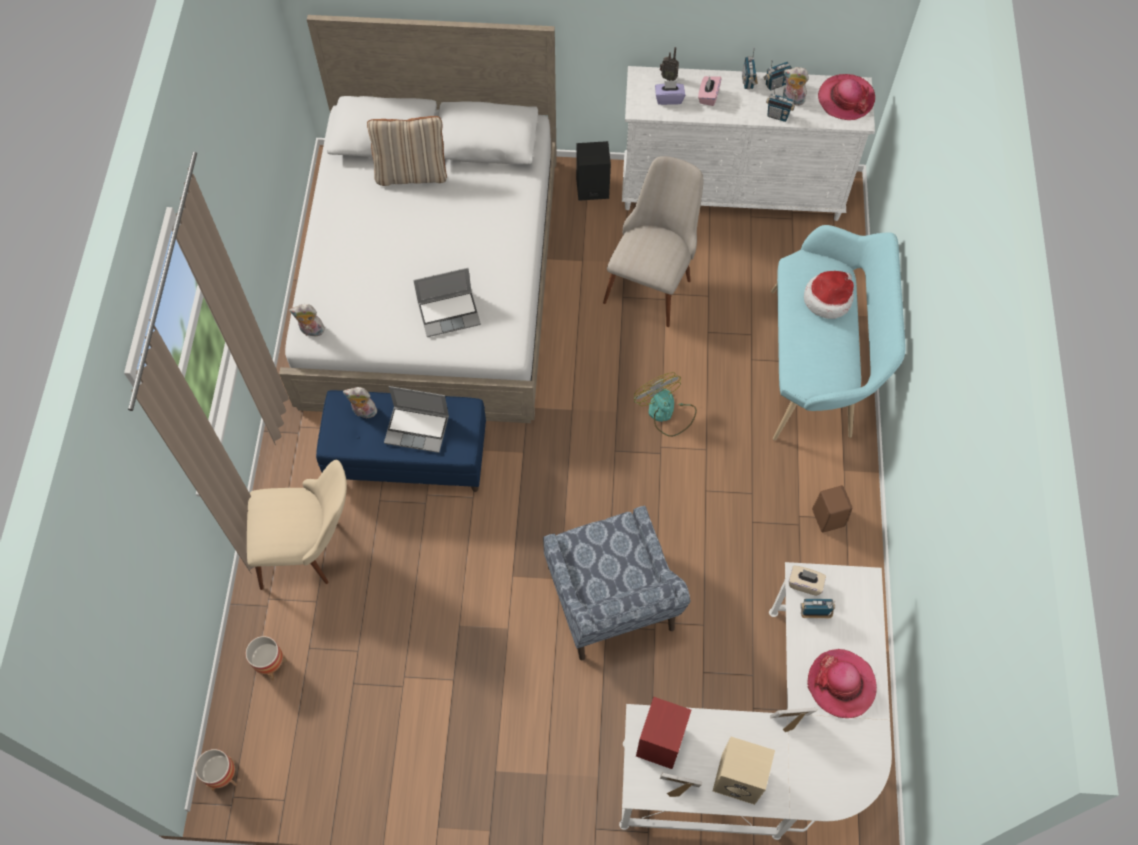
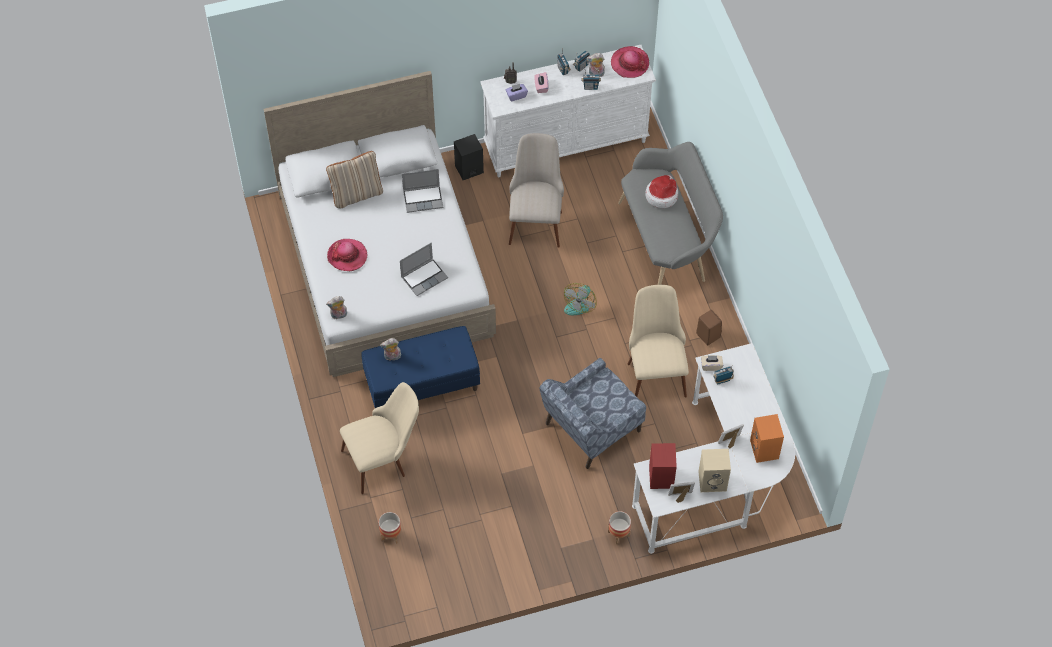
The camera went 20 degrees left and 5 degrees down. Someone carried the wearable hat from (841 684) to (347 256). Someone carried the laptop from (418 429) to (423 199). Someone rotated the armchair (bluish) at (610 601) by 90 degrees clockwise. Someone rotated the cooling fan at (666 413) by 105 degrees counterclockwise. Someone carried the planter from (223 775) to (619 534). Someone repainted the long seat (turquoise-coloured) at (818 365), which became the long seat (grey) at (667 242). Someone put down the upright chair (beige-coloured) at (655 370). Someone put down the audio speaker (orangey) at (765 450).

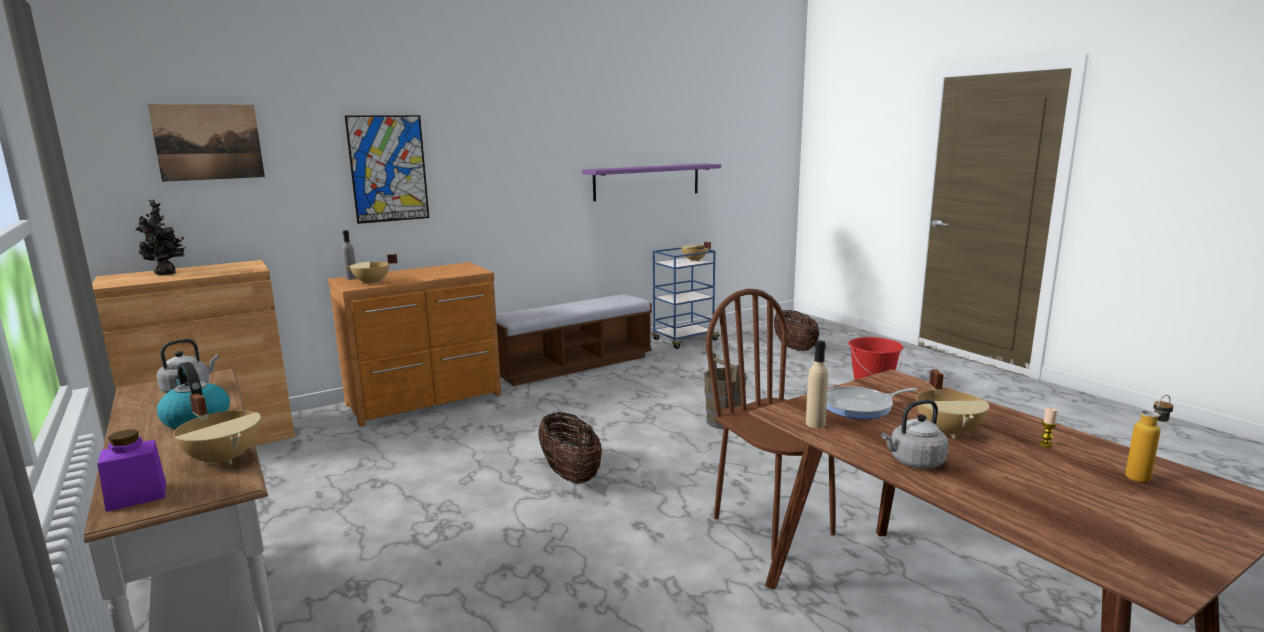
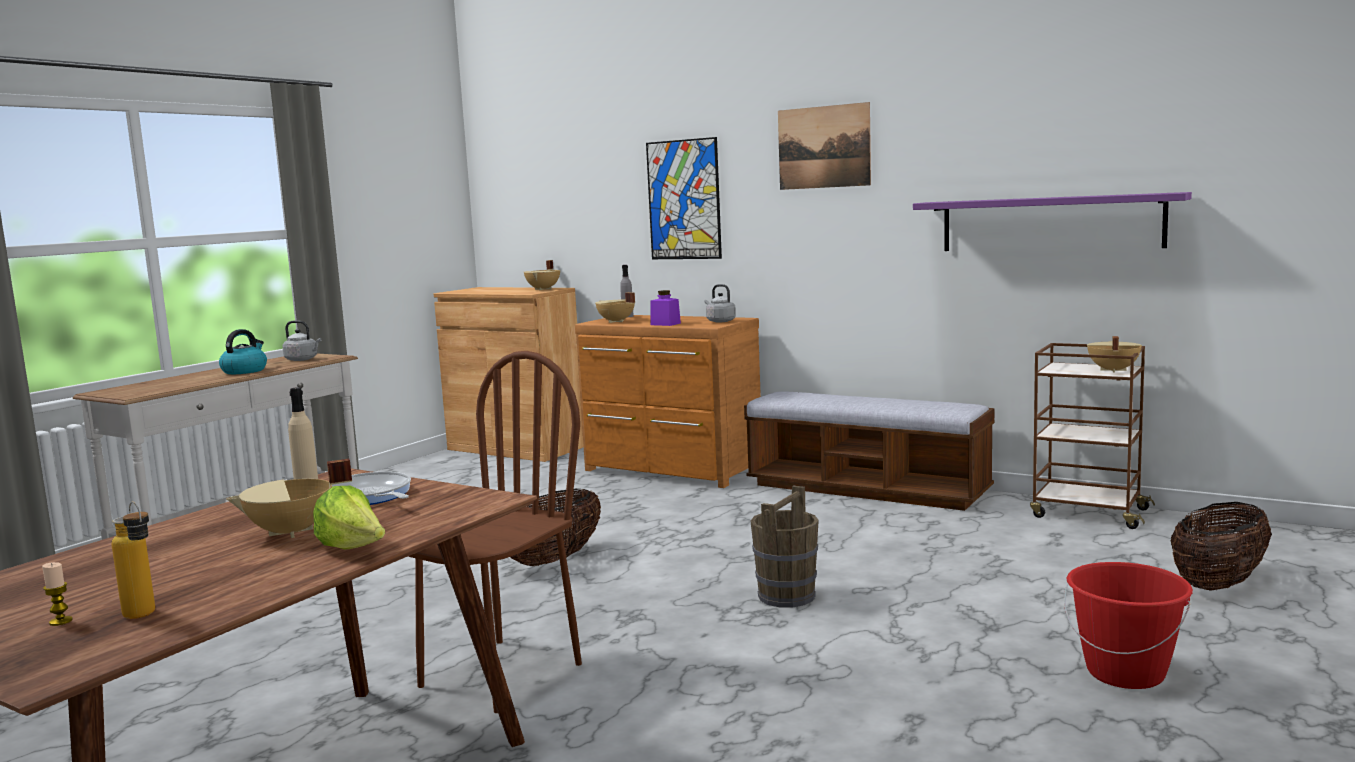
The camera went 65 degrees right and 5 degrees down. Someone carried the wax light from (1046 444) to (61 621). Someone put down the head of lettuce at (354 550). Someone carried the saucepot (beige-coloured) from (225 458) to (544 289). Someone carried the preserve jar (purplish) from (137 496) to (665 324). Someone carried the tea kettle (grey) from (914 462) to (719 321). Someone carried the wall picture from (208 142) to (823 147). Someone repainted the wheeled cart (bluish) at (684 340), which became the wheeled cart (brown) at (1087 513). Someone took away the plant in a pot at (166 273).

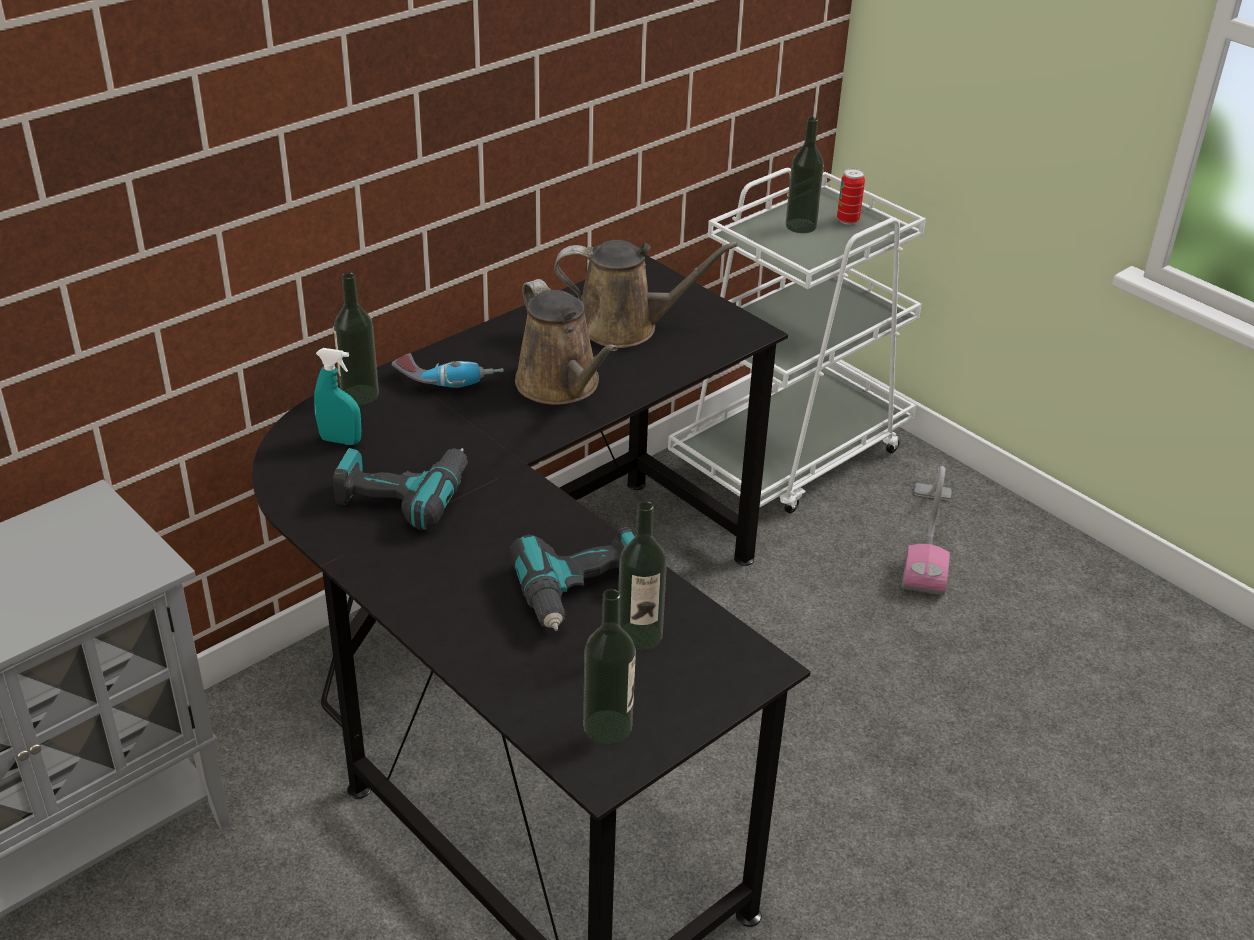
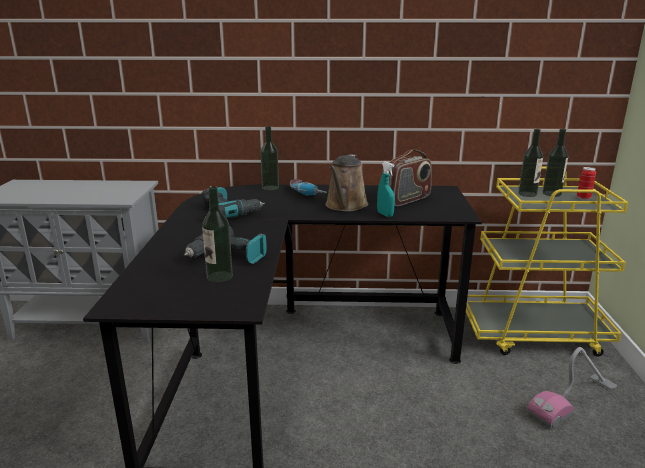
The camera went 45 degrees right and 15 degrees down. Someone carried the sprayer (turquoise-coloured) from (340 440) to (385 214). Someone swapped the watering can (brown) at (625 327) for the radio set at (406 199). Someone repainted the wheeled cart (whitish) at (791 454), which became the wheeled cart (yellowish) at (534 333). Someone carried the drink bottle from (607 727) to (527 194).

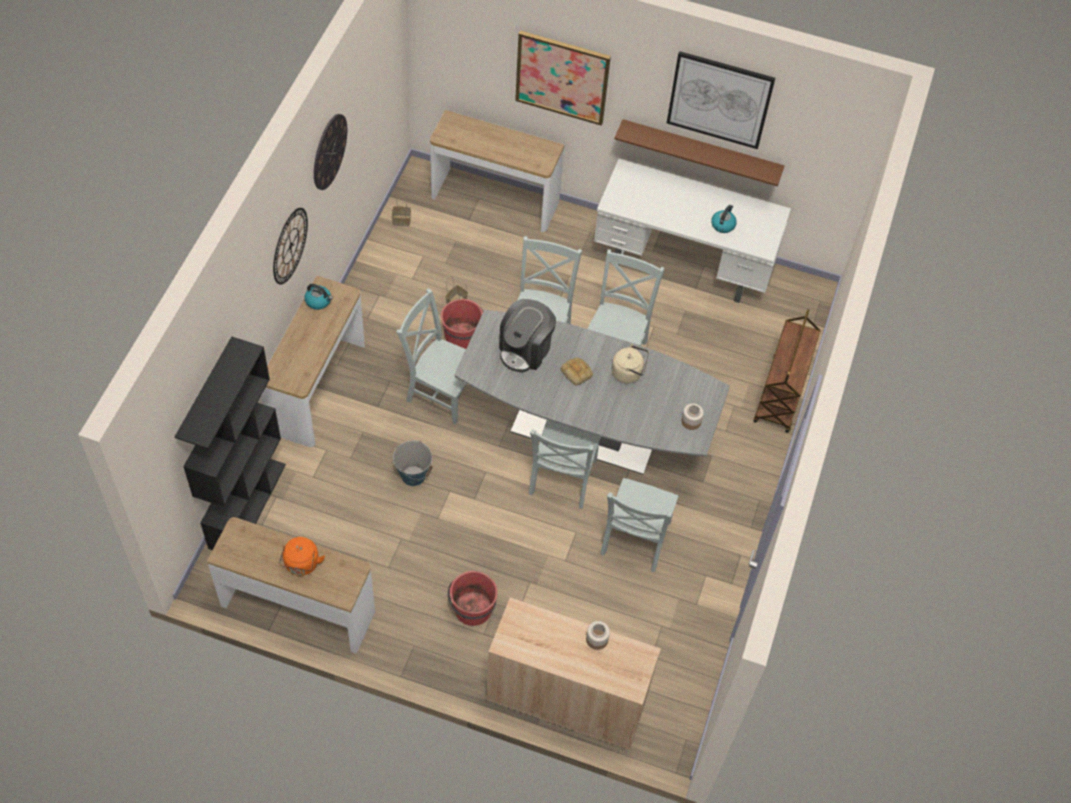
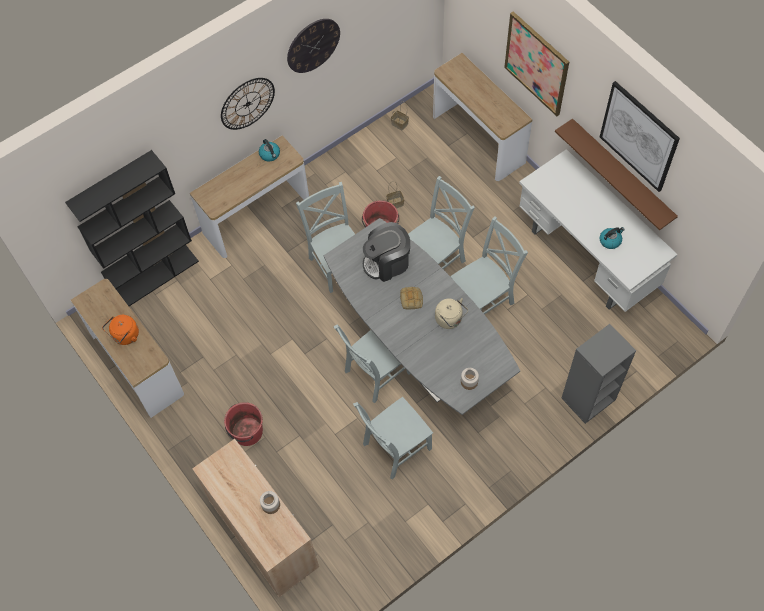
The camera went 40 degrees right and 5 degrees up. Someone swapped the wheeled cart (brown) at (781 396) for the bookshelf (grey) at (588 399). Someone took away the pail at (413 475).

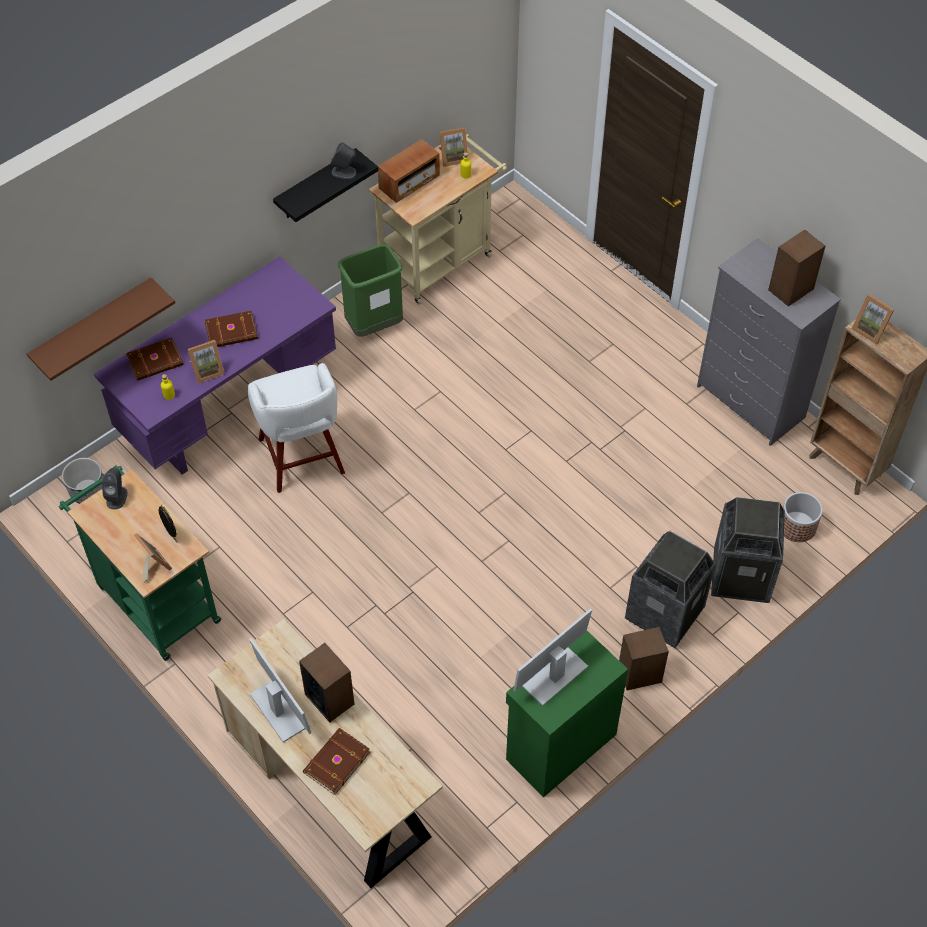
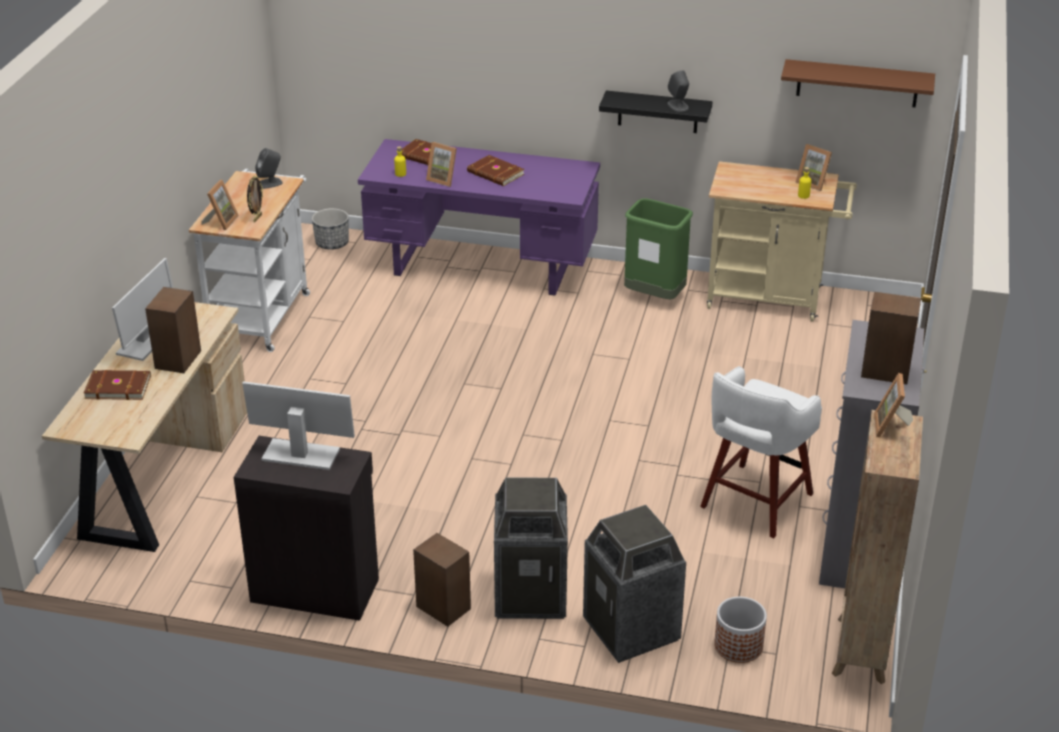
The camera went 55 degrees right and 20 degrees down. Someone repainted the wheeled cart (green) at (154 599), which became the wheeled cart (whitish) at (262 314). Someone repainted the cupboard (green) at (559 746), which became the cupboard (black) at (314 589). Someone carried the stool (whitish) from (302 458) to (754 502). Someone carried the shelf (brown) from (93 327) to (857 83). Someone took away the radio set at (409 183).

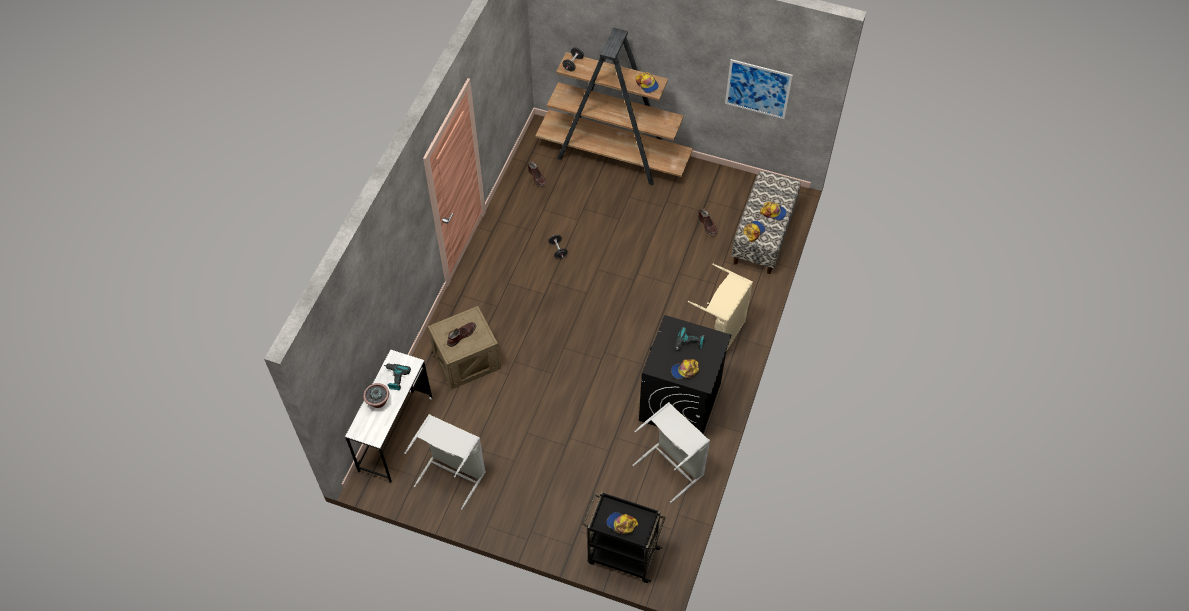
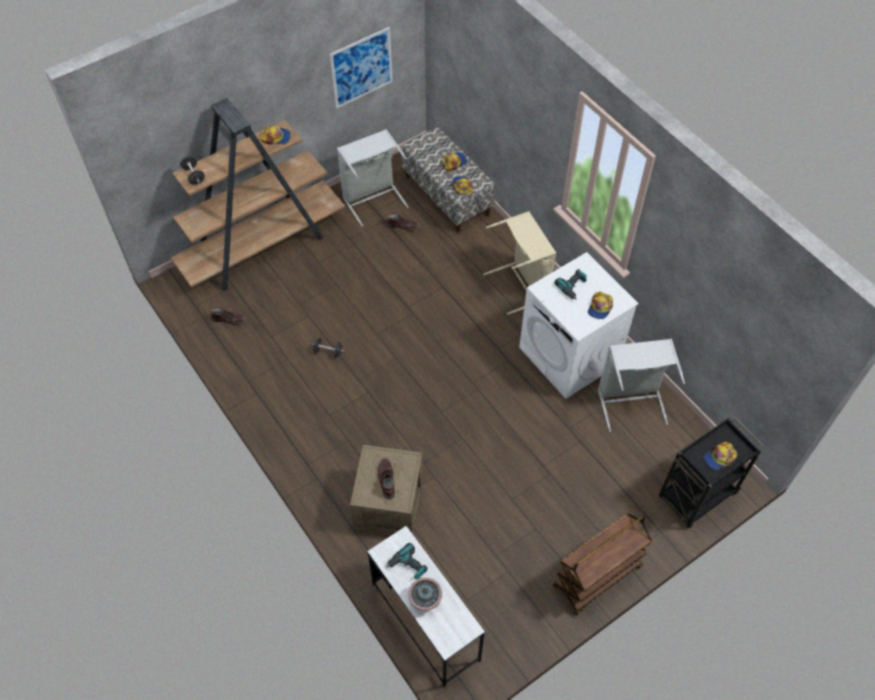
The camera went 55 degrees left and 0 degrees up. Someone carried the washing basket (grey) from (453 473) to (372 198). Someone repainted the laundry machine (black) at (680 402), which became the laundry machine (whitish) at (569 356). Someone put down the wheeled cart (brown) at (597 577).

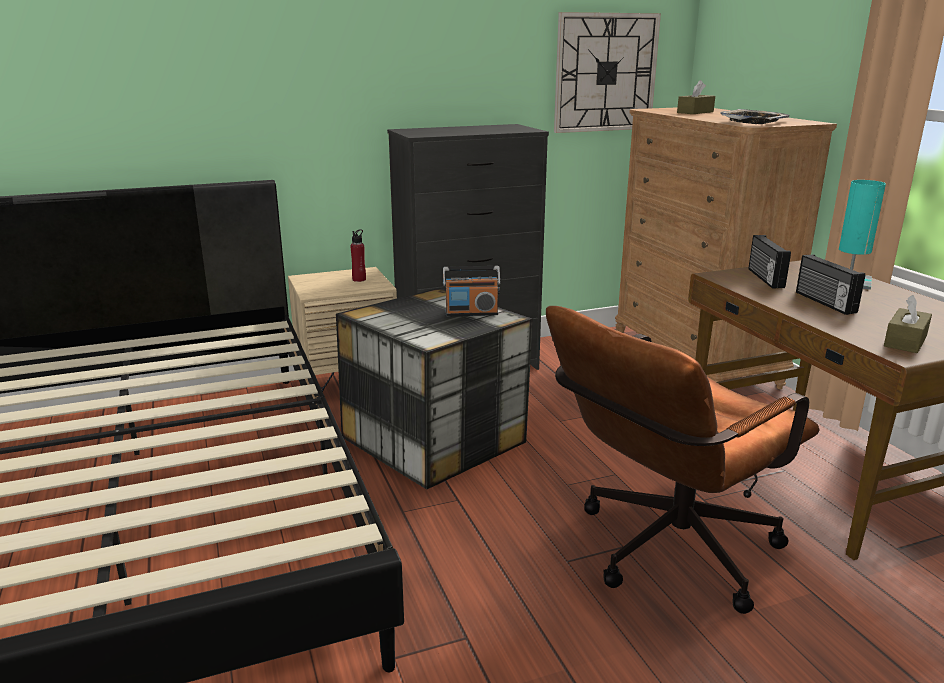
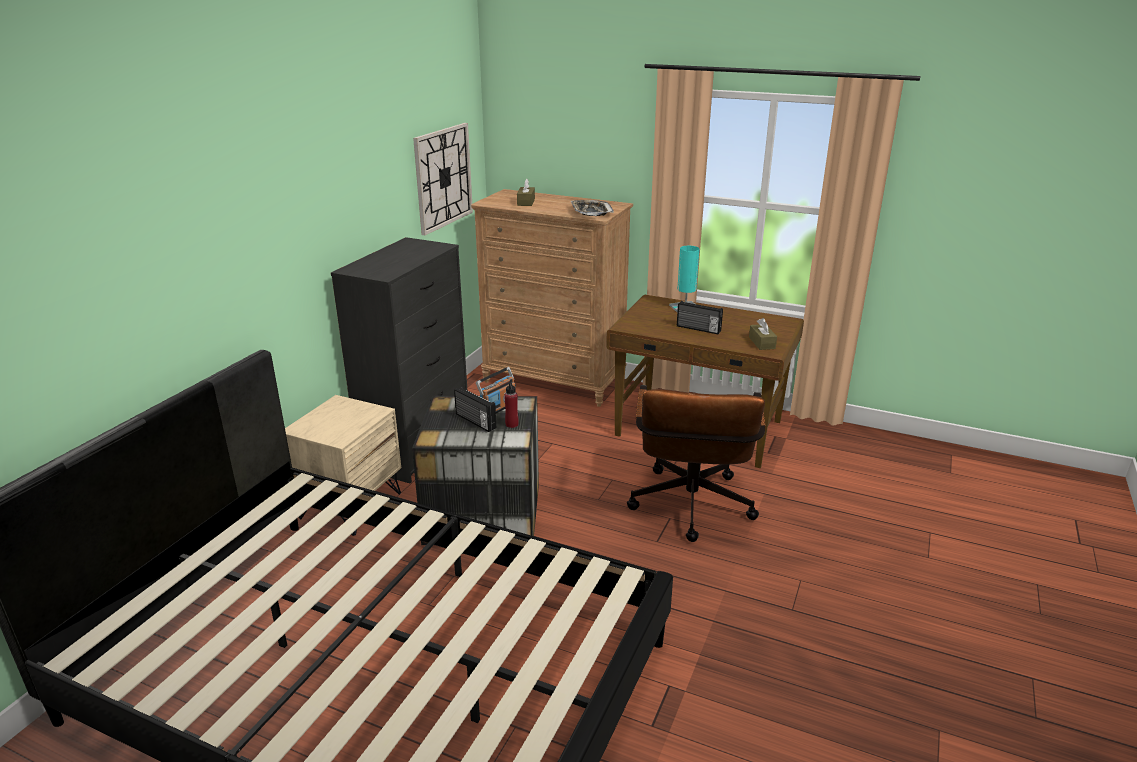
The camera went 45 degrees left and 5 degrees up. Someone carried the radio set from (764 278) to (475 421). Someone carried the drink bottle (reddish) from (359 279) to (512 424).

